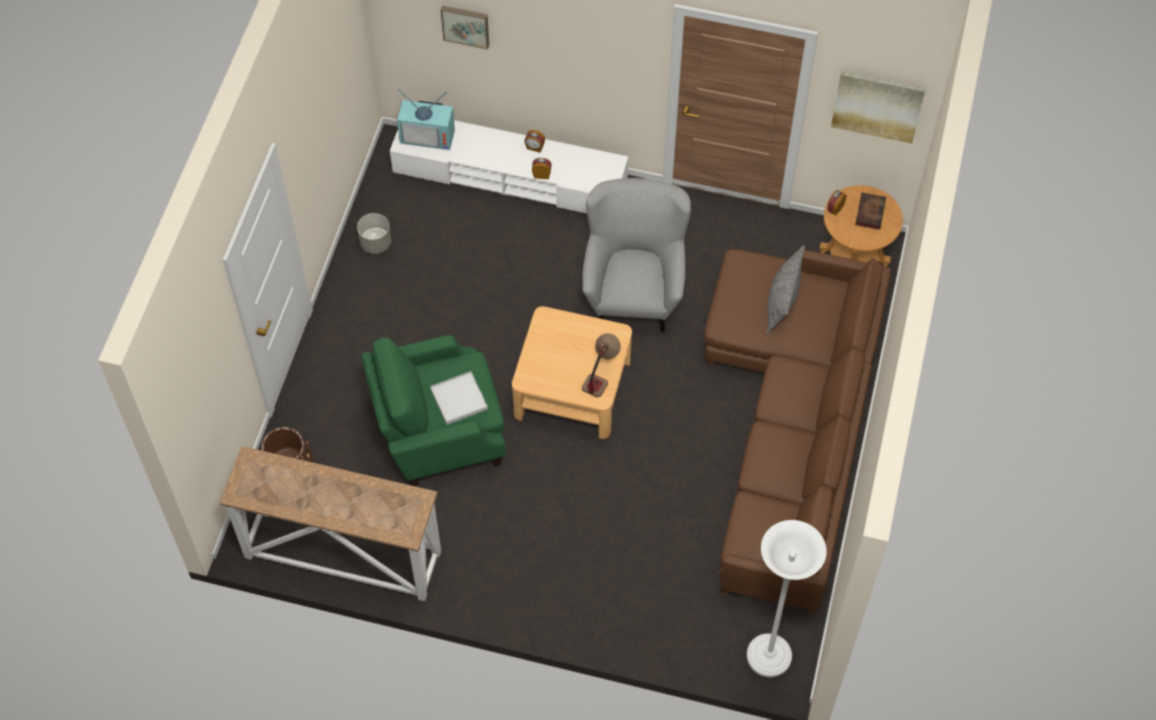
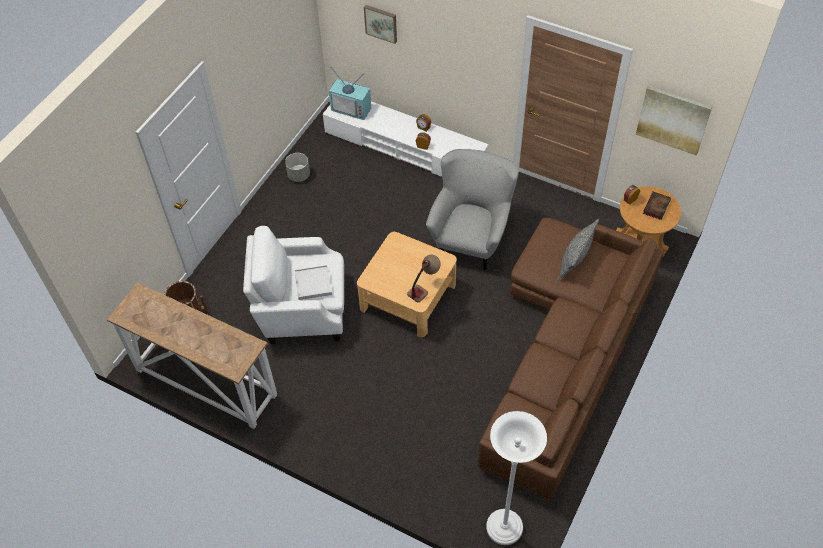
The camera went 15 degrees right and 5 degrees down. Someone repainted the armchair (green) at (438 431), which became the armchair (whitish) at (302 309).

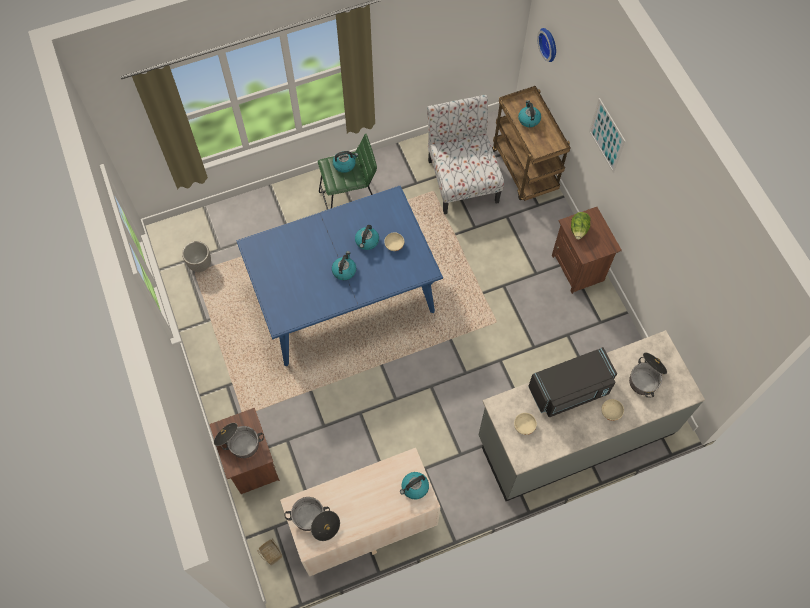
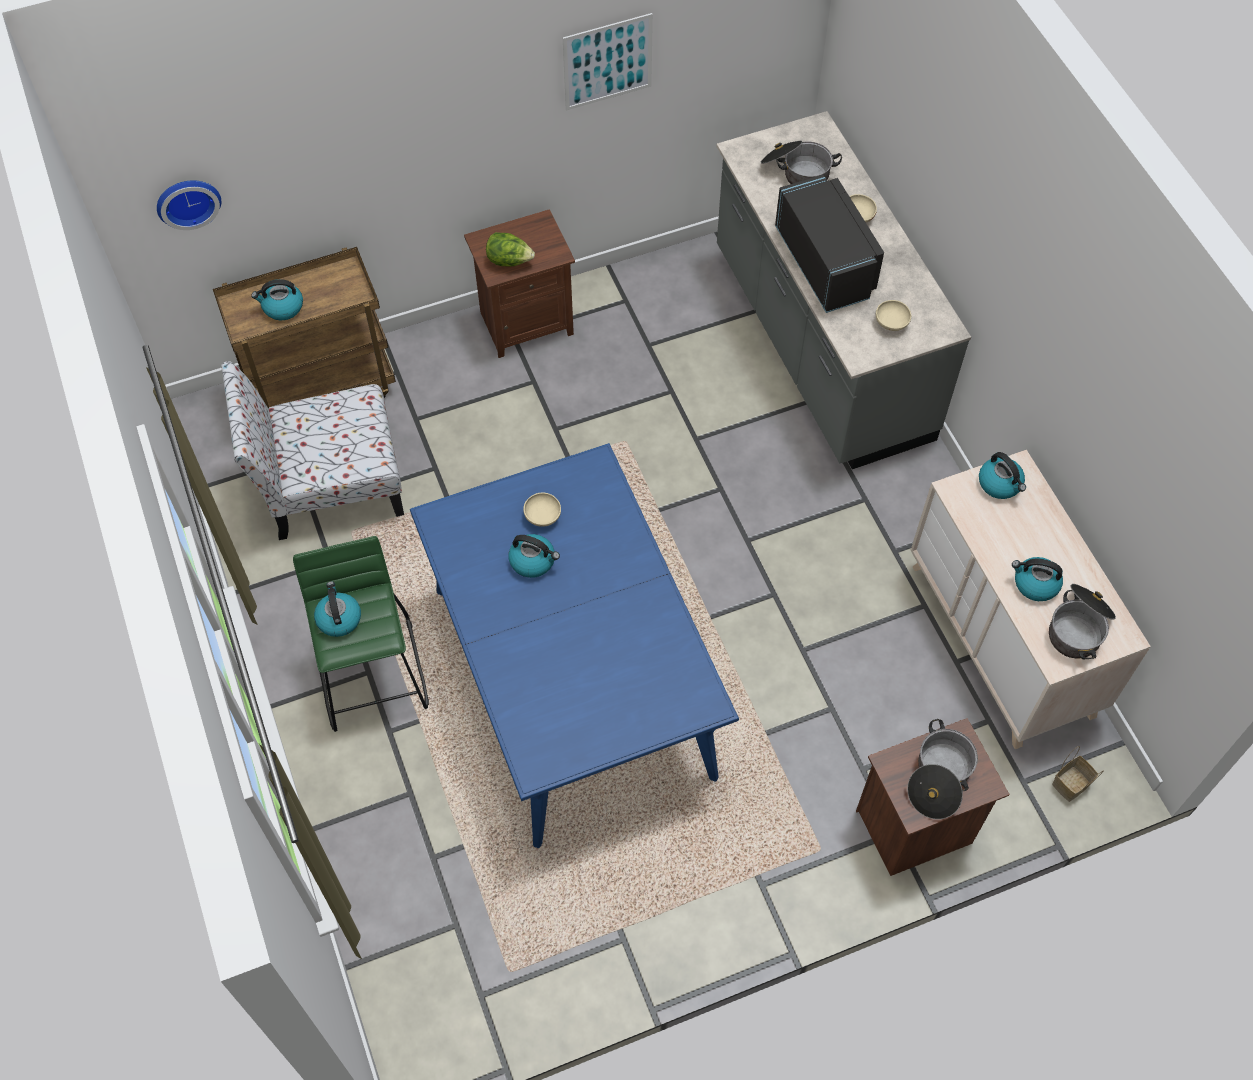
The camera went 90 degrees left and 5 degrees down. Someone carried the wall picture from (607 135) to (608 62). Someone carried the tea kettle from (344 270) to (1035 584). Someone took away the planter at (200 265).

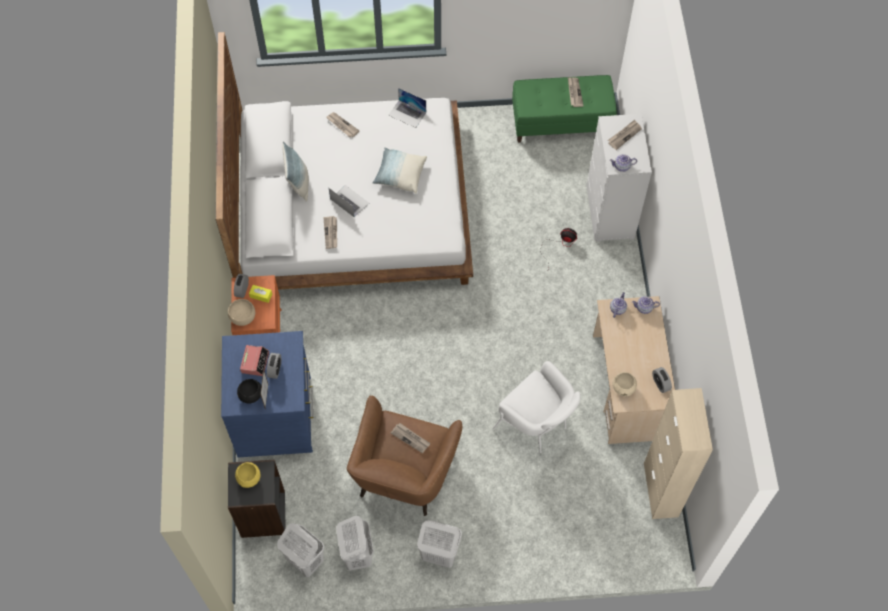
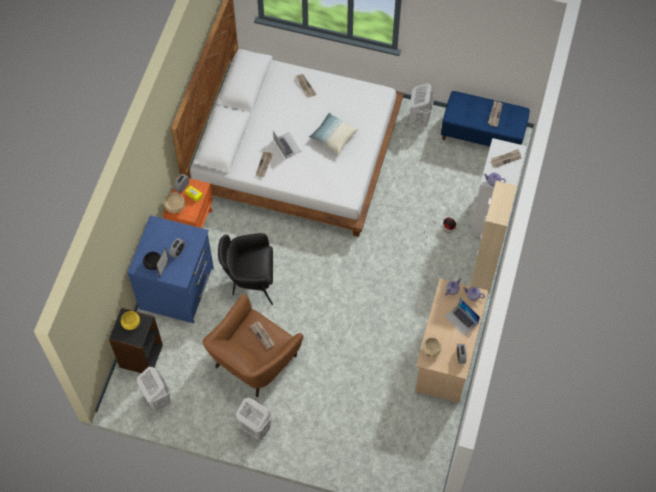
The camera went 20 degrees right and 0 degrees up. Someone put down the armchair (black) at (250 281). Someone carried the washing basket (whitish) from (357 554) to (419 119). Someone repainted the long seat (green) at (561 123), which became the long seat (bluish) at (483 134). Someone carried the laptop from (407 113) to (461 320). Someone carried the cupboard (beige-coloured) from (660 490) to (484 271). Someone took away the table clock at (255 362). Someone took away the cushion at (298 183). Someone took away the armchair (whitish) at (536 425).

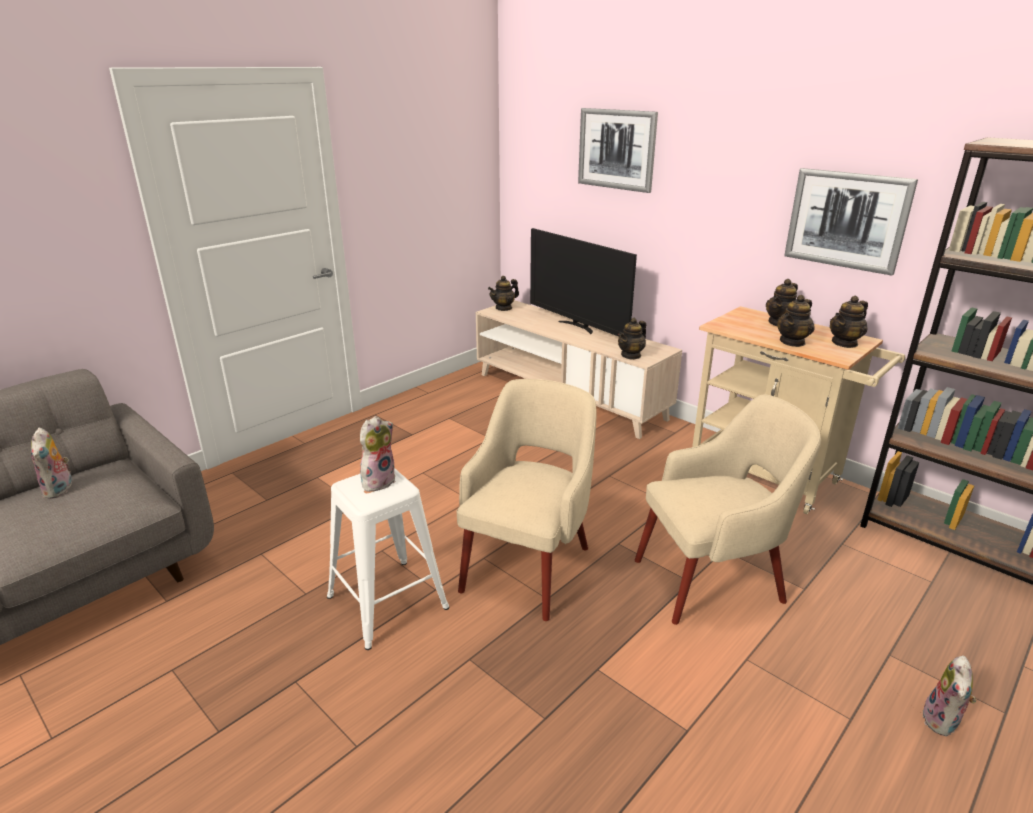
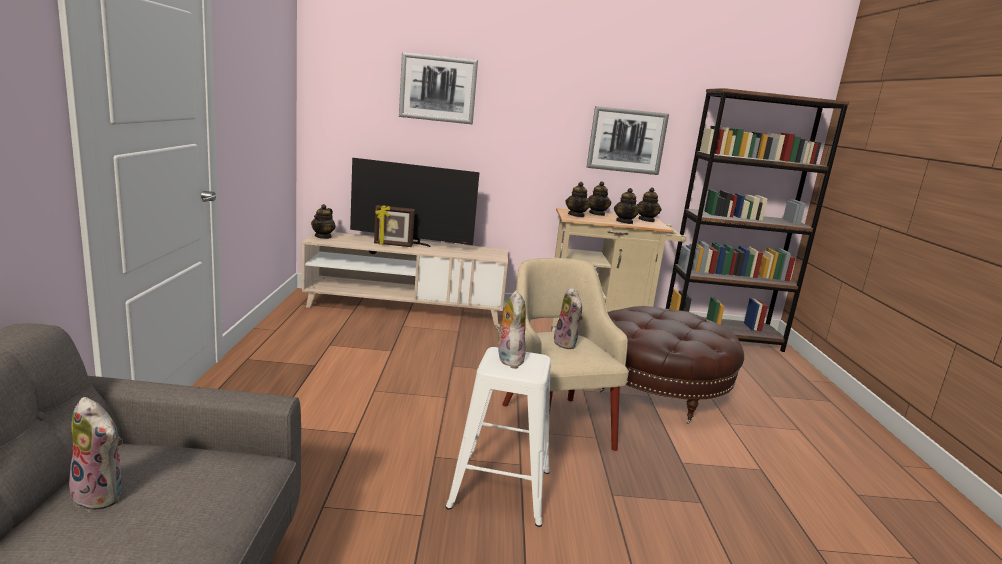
The camera went 45 degrees left and 10 degrees down. Someone put down the picture frame at (393 245). Someone carried the soft toy from (943 722) to (567 344). Someone carried the tea pot from (631 355) to (576 215). Someone swapped the armchair (beige-coloured) at (712 580) for the footrest (brown) at (657 391).

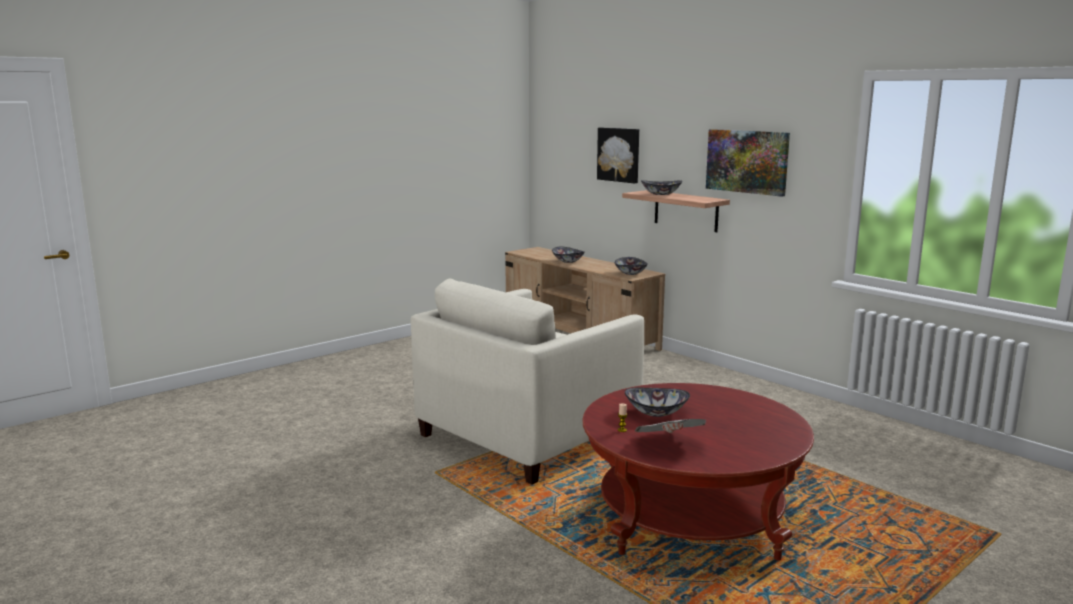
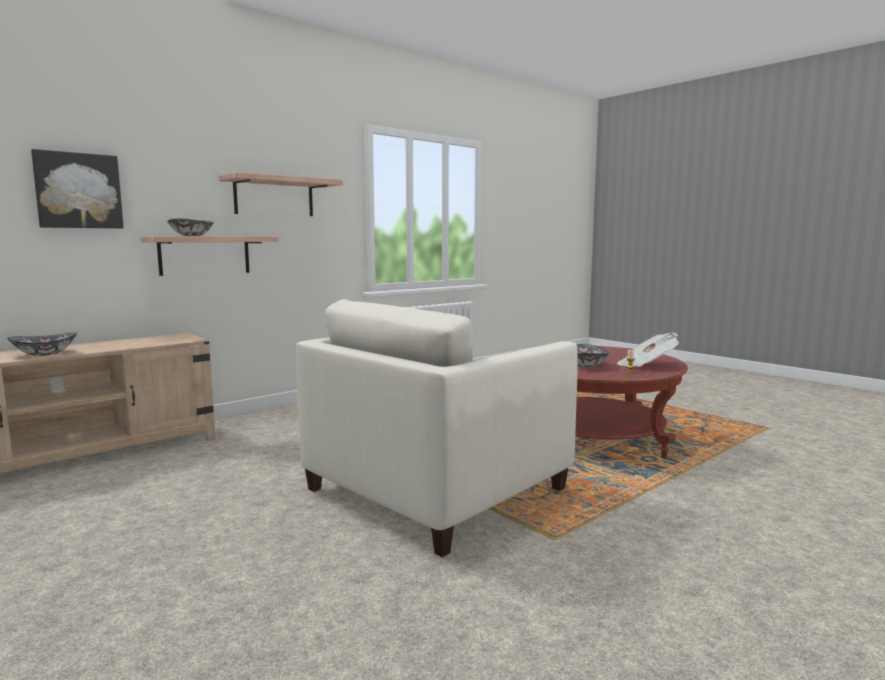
The camera went 90 degrees left and 5 degrees down. Someone swapped the wall picture at (747 161) for the shelf at (274 197). Someone rotated the armchair (beige-coloured) at (528 435) by 90 degrees clockwise. Someone took away the serving bowl at (631 273).

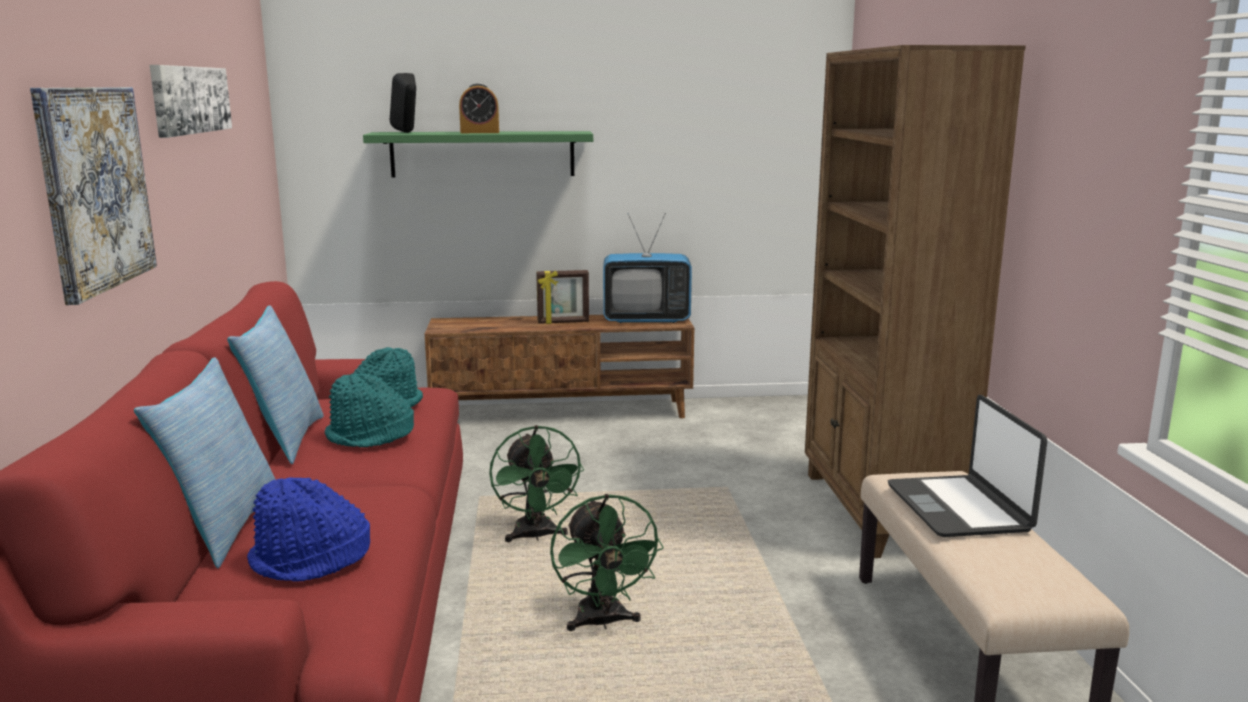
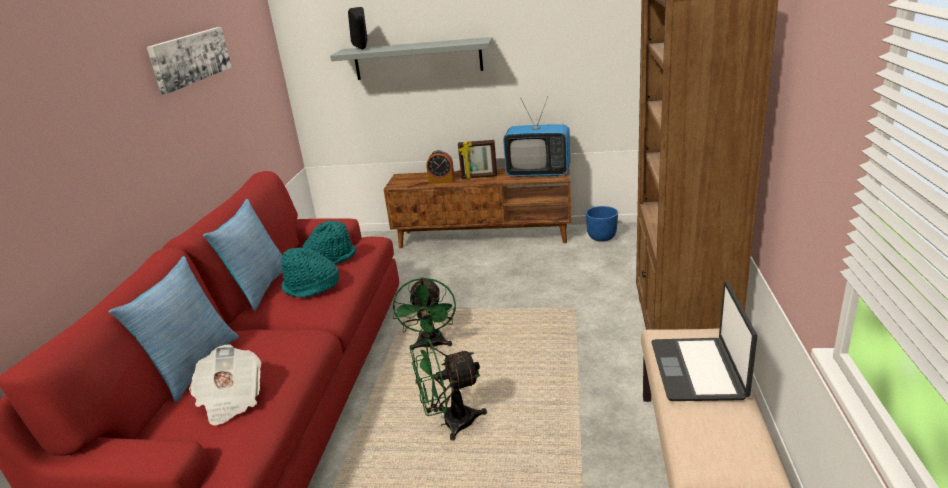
The camera went 15 degrees right and 10 degrees up. Someone swapped the wearable hat (bluish) at (311 561) for the newspaper at (230 399). Someone repainted the shelf (green) at (482 154), which became the shelf (grey) at (417 59). Someone rotated the cooling fan (green) at (602 623) by 75 degrees clockwise. Someone carried the table clock from (480 132) to (441 181). Someone put down the planter (bluish) at (602 238). Someone took away the wall picture at (95 188).

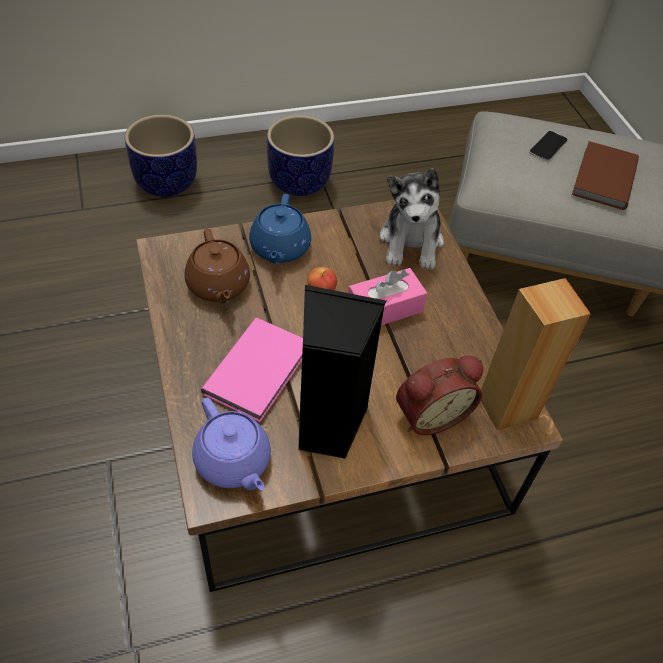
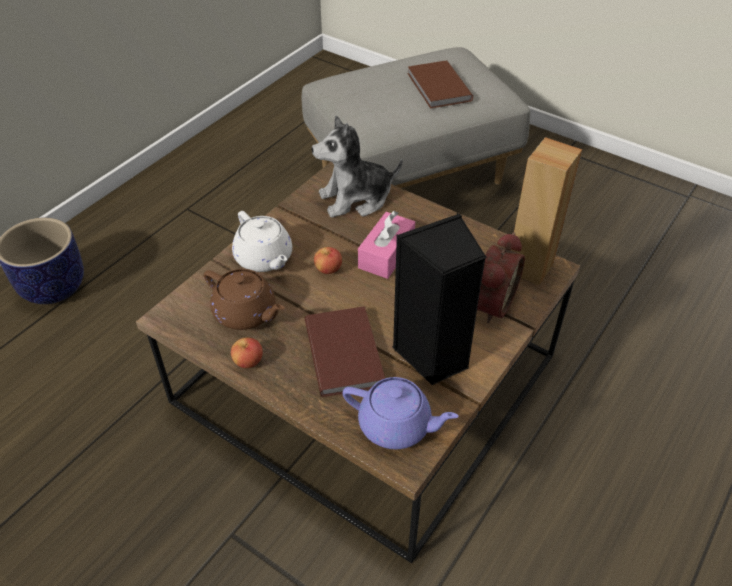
The camera went 35 degrees left and 5 degrees down. Someone put down the apple fruit at (248 361). Someone repainted the tea pot (bluish) at (279 248), which became the tea pot (whitish) at (264 259). Someone repainted the bound book (pinkish) at (260 370), which became the bound book (brown) at (346 352). Someone rotated the soft toy at (411 242) by 105 degrees clockwise. Someone took away the planter at (300 182). Someone took away the phone at (548 146).

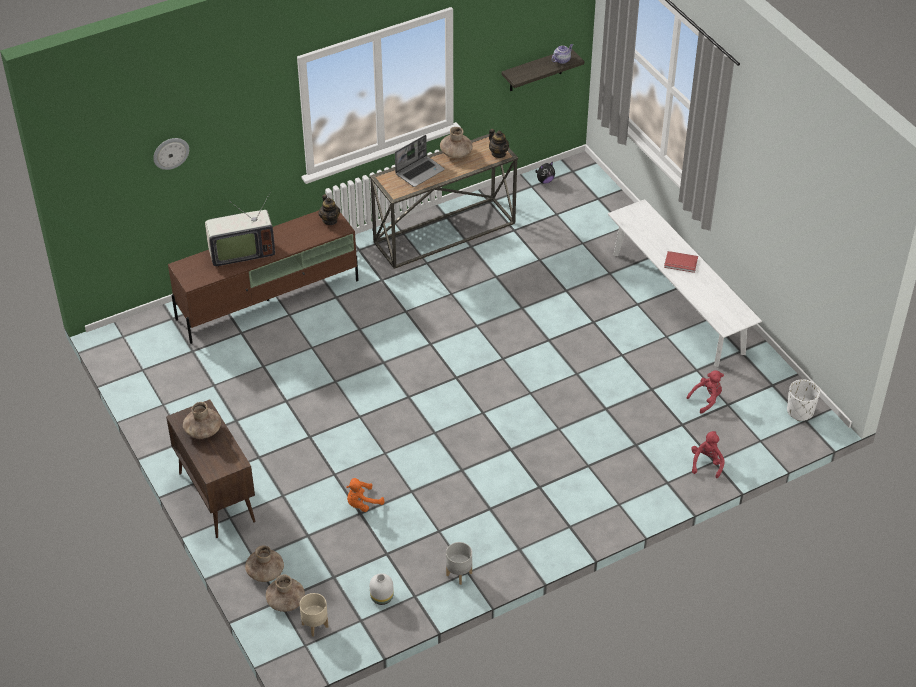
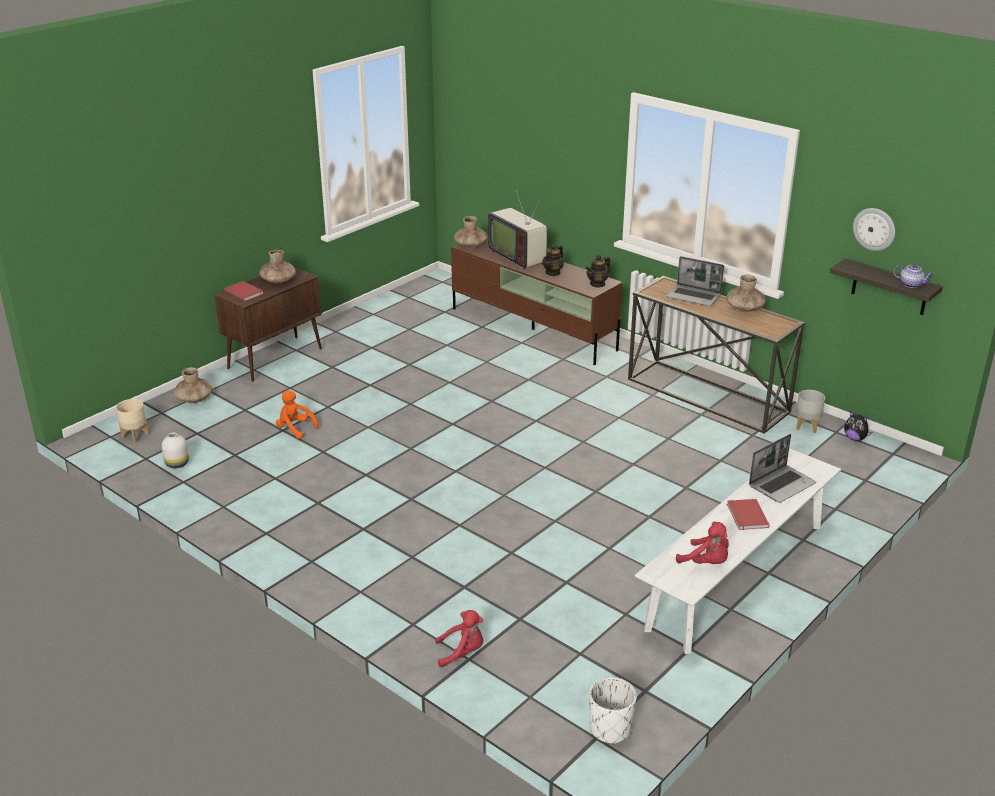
The camera went 70 degrees right and 15 degrees down. Someone put down the bound book (reddish) at (244 292). Someone carried the vase (brown) from (286 601) to (470 246). Someone carried the tea pot from (498 153) to (553 273). Someone carried the soft toy (reddish) from (706 399) to (706 563). Someone put down the laptop at (782 484). Someone carried the planter (grey) from (459 574) to (807 426). Someone carried the hanging clock from (170 153) to (874 229).

